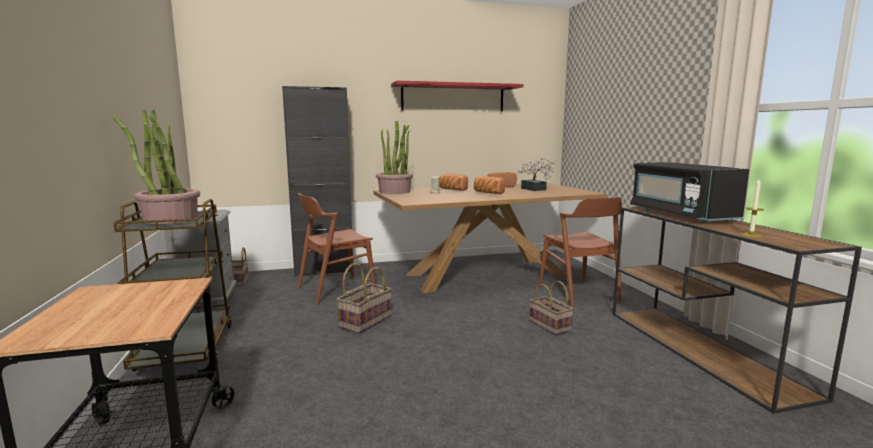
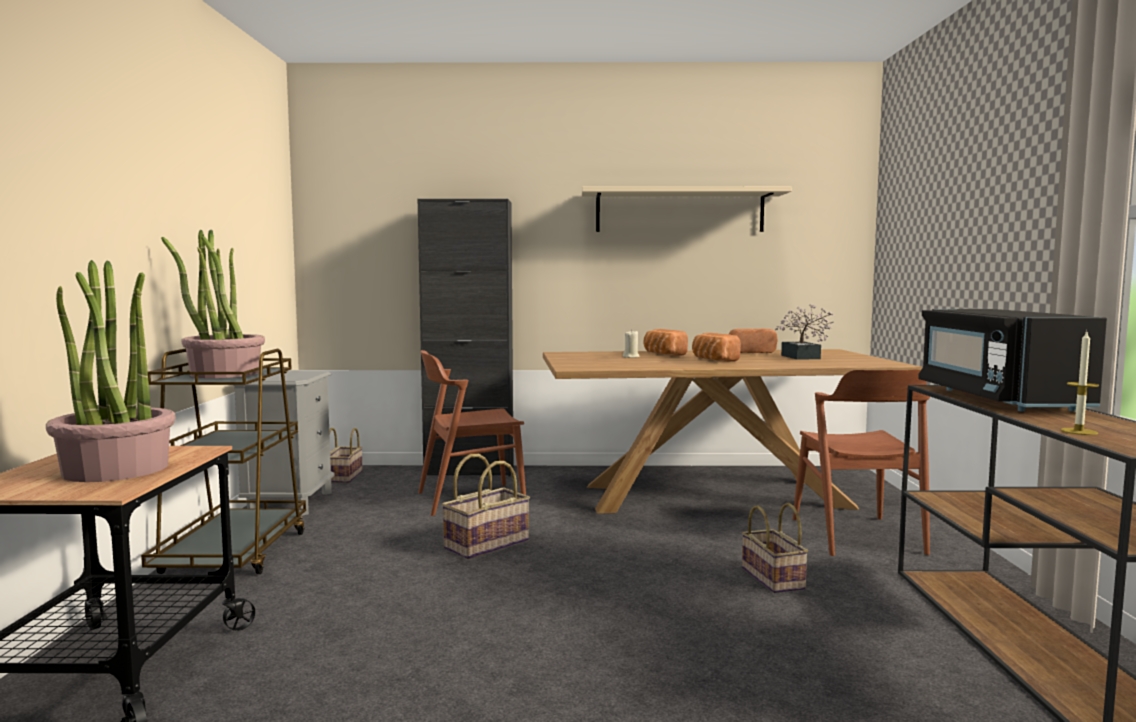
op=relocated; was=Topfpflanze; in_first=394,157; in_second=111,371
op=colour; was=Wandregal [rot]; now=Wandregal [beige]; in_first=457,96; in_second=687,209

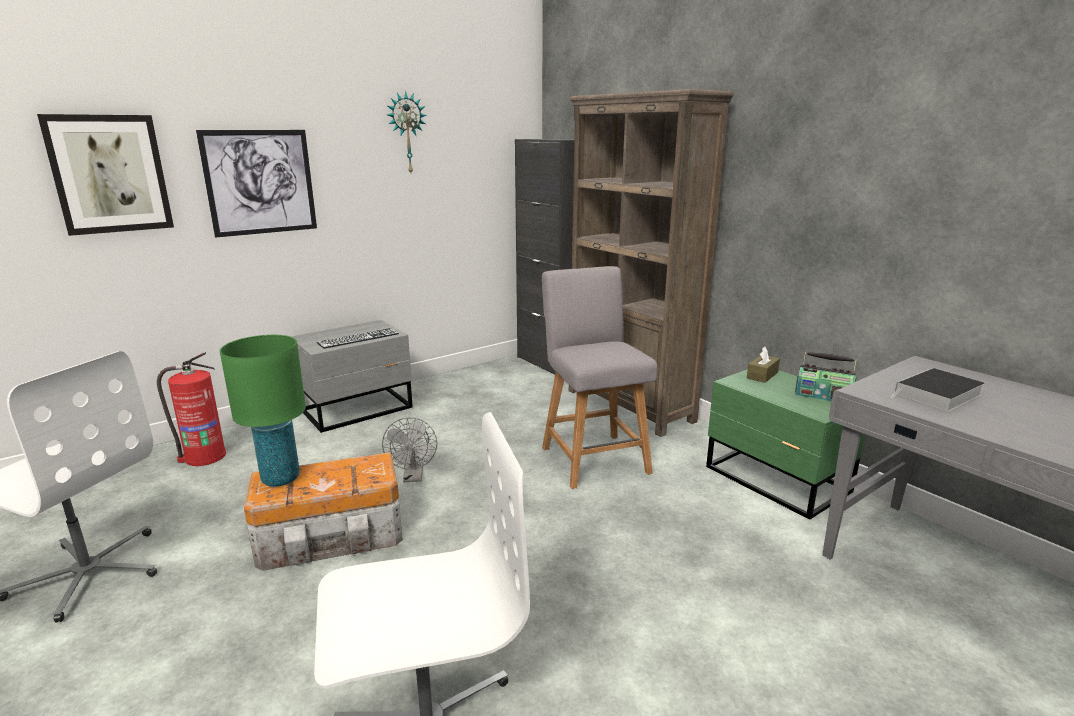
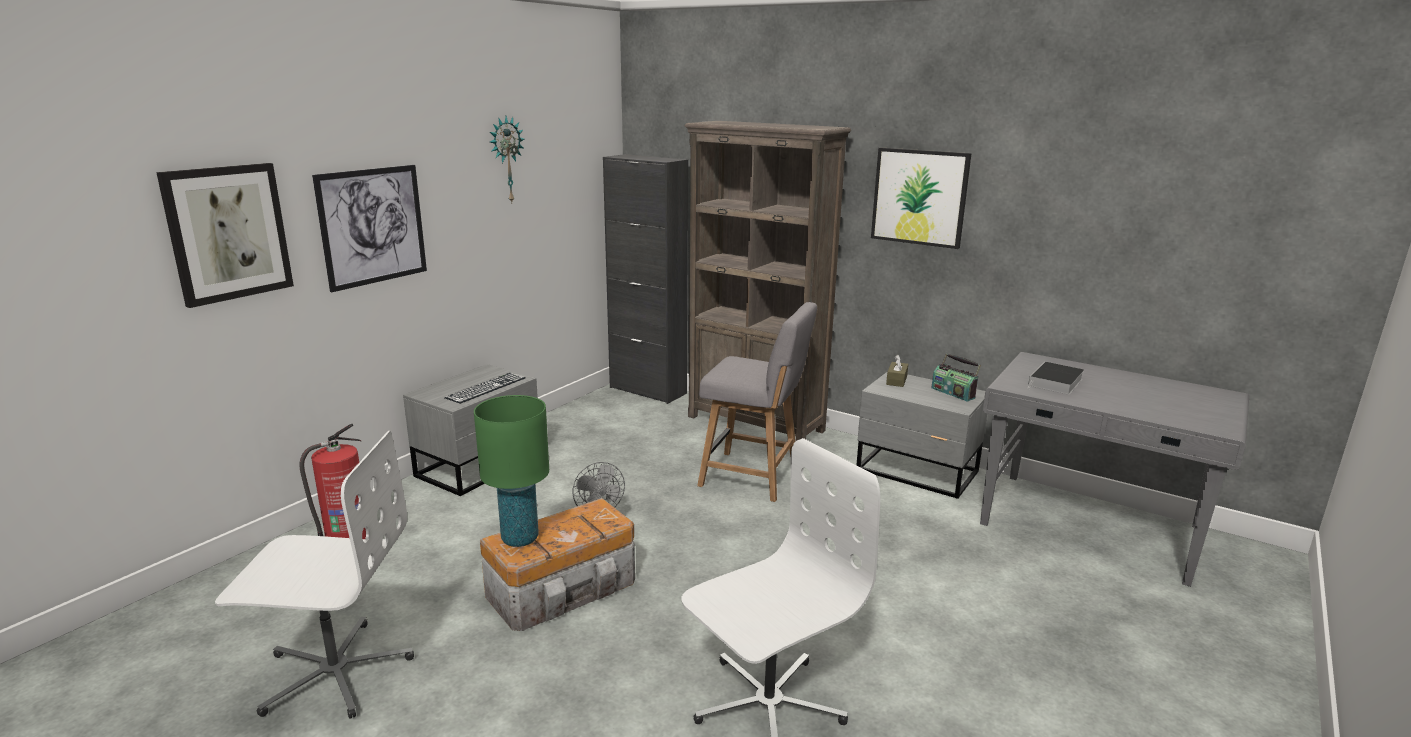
op=spun; was=Stuhl [grau]; in_first=600,377; in_second=757,402; clockwise=150
op=colour; was=Nachttisch [grün]; now=Nachttisch [grau]; in_first=785,444; in_second=921,435
op=appeared; now=Bild; in_second=921,198
op=spun; was=Radio; in_first=826,376; in_second=956,377; clockwise=45

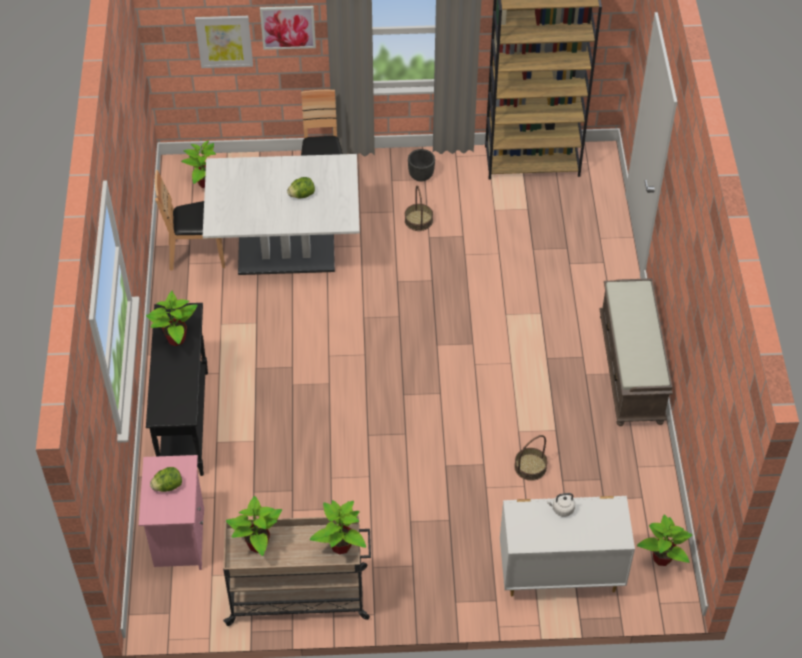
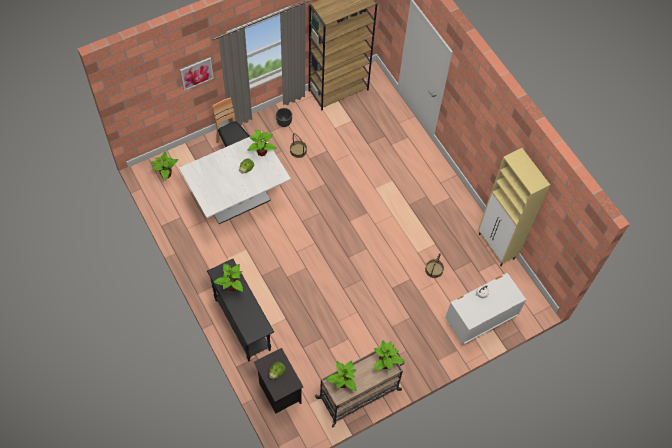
op=relocated; was=Topfpflanze; in_first=665,540; in_second=262,142
op=colour; was=Nachttisch [rosa]; now=Nachttisch [schwarz]; in_first=171,512; in_second=278,381
op=appeared; now=Schrank [beige]; in_second=514,207
op=missing; was=Stuhl [braun]; in_first=190,220
op=missing; was=Bild; in_first=224,42
op=missing; was=Bank [braun]; in_first=636,352

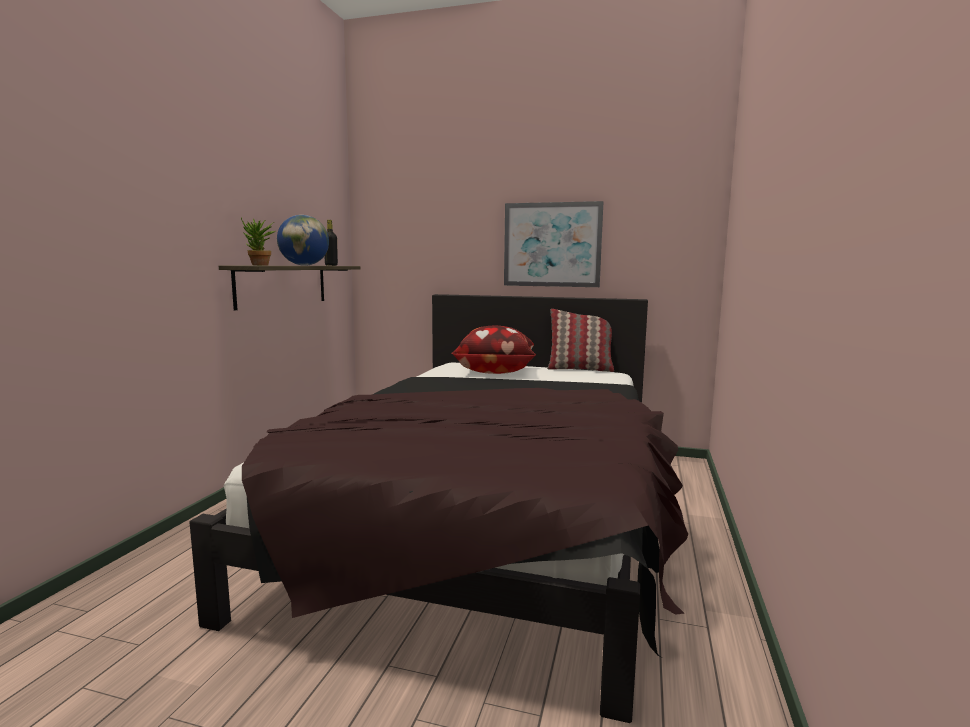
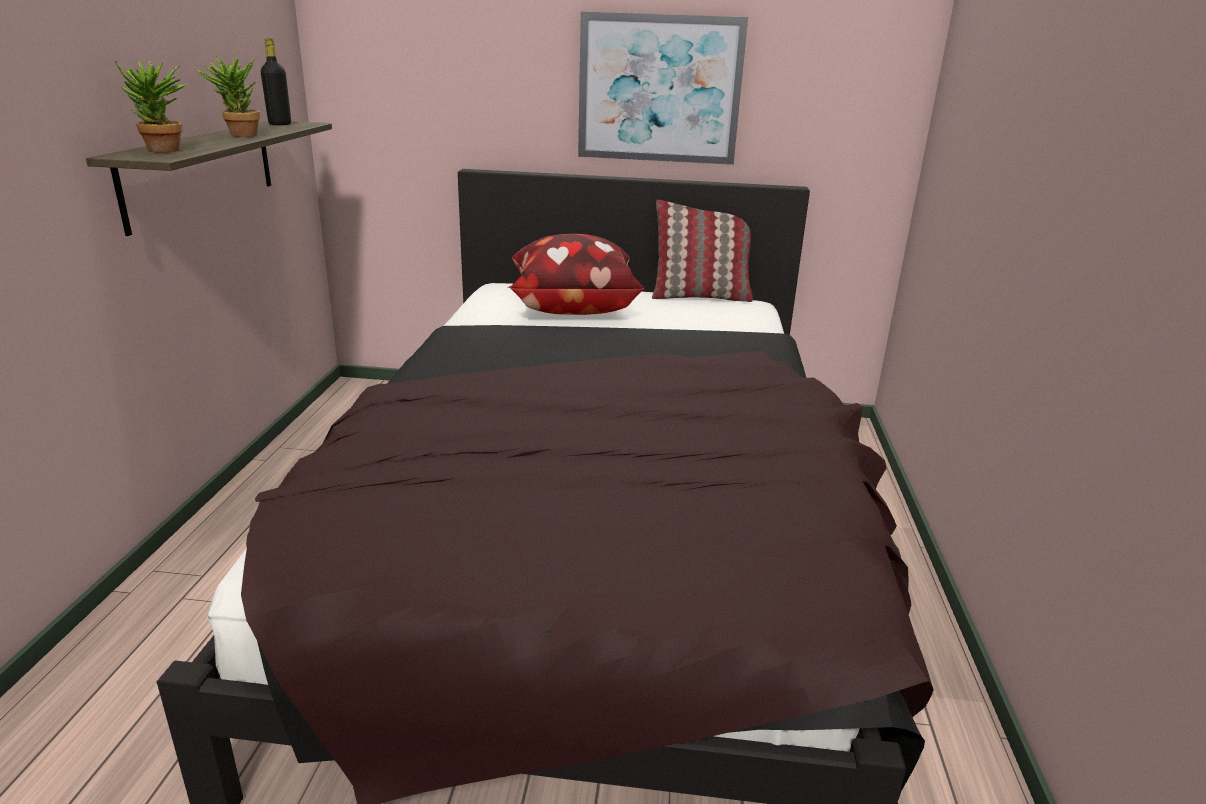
op=exchanged; was=Globus; now=Topfpflanze; in_first=303,240; in_second=227,96

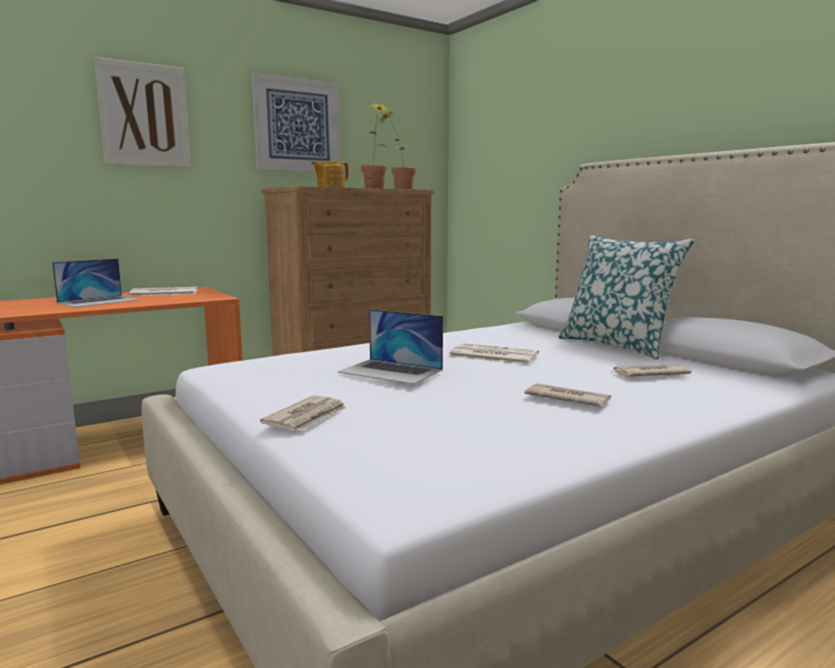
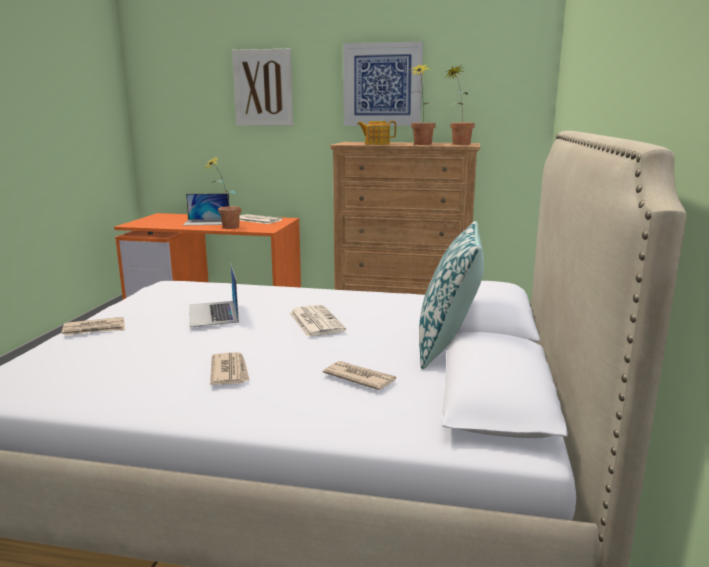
op=appeared; now=Topfpflanze; in_second=222,193

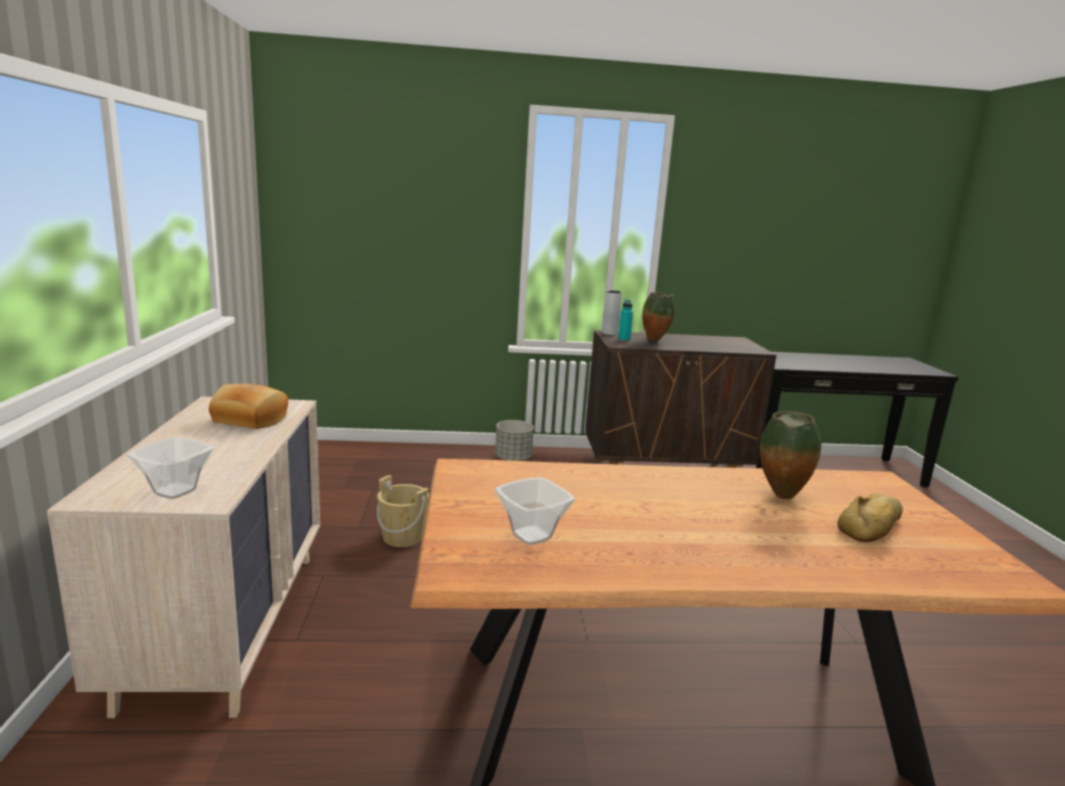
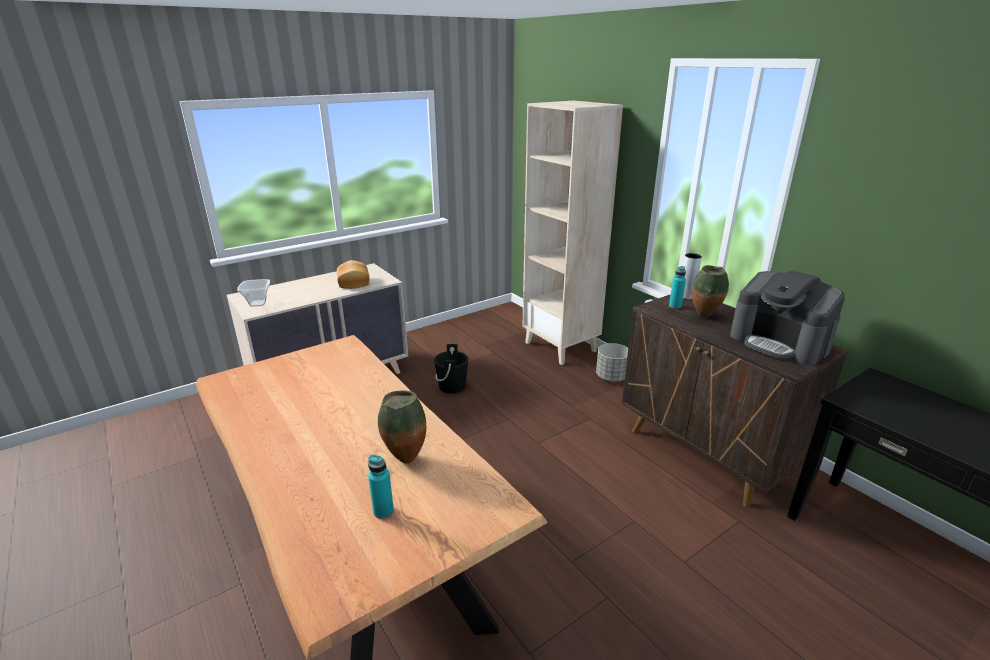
op=exchanged; was=Brot; now=Flasche [türkis]; in_first=870,517; in_second=381,487
op=colour; was=Eimer [beige]; now=Eimer [schwarz]; in_first=403,511; in_second=451,369
op=appeared; now=Bücherregal [beige]; in_second=572,233
op=appeared; now=Kaffeemaschine; in_second=787,317
op=missing; was=Schüssel; in_first=535,511

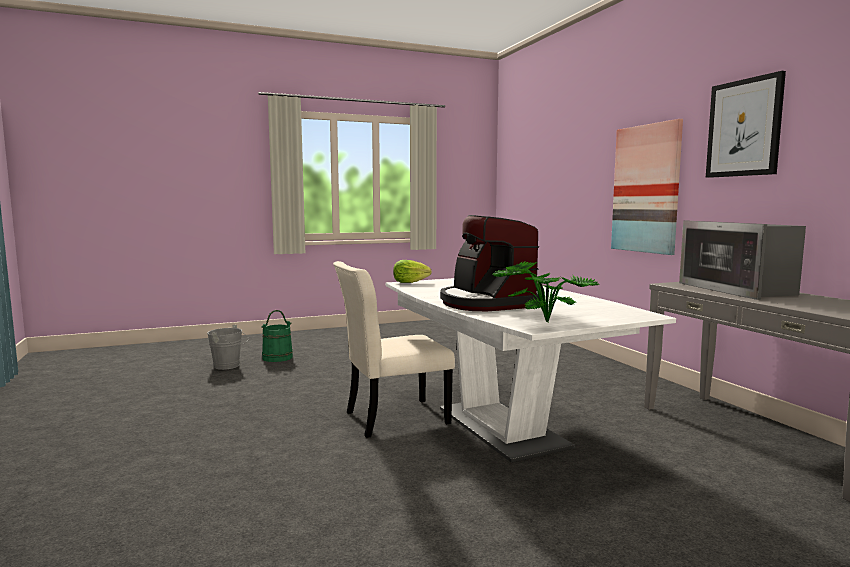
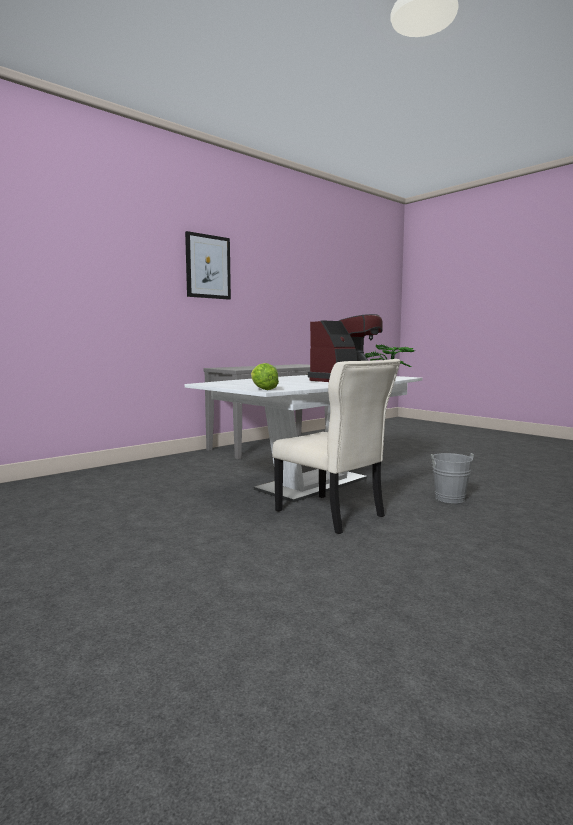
op=relocated; was=Eimer [grau]; in_first=228,347; in_second=451,478
op=missing; was=Eimer [grün]; in_first=277,336
op=missing; was=Bild; in_first=647,187
op=missing; was=Mikrowelle; in_first=742,260

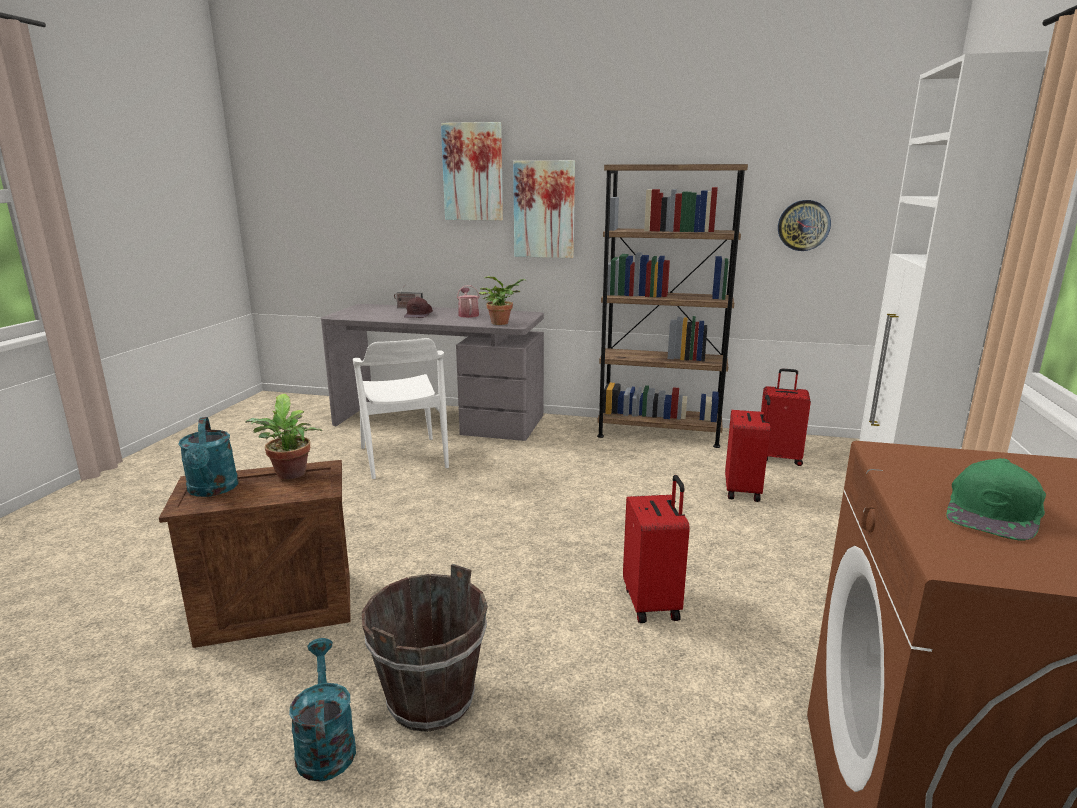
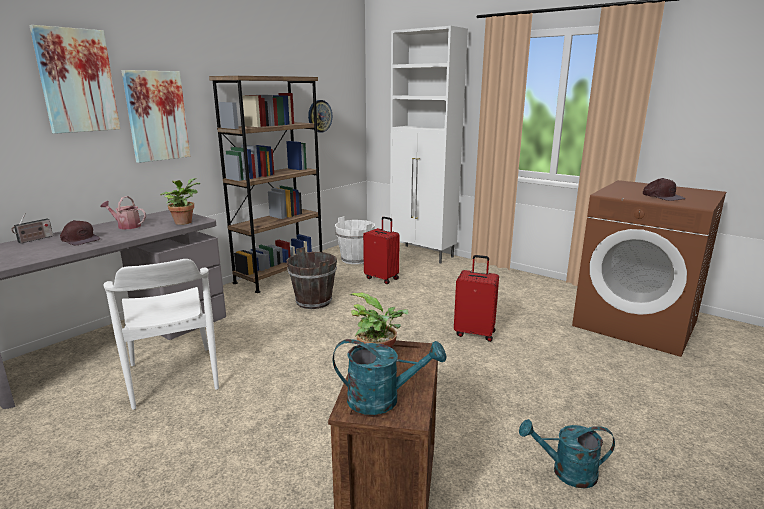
op=spun; was=Stuhl [weiß]; in_first=401,408; in_second=161,334; clockwise=60
op=relocated; was=Eimer [braun]; in_first=425,648; in_second=311,278
op=exchanged; was=Koffer [rot]; now=Eimer [weiß]; in_first=786,417; in_second=355,240
op=colour; was=Kappe [grün]; now=Kappe [braun]; in_first=996,499; in_second=664,189

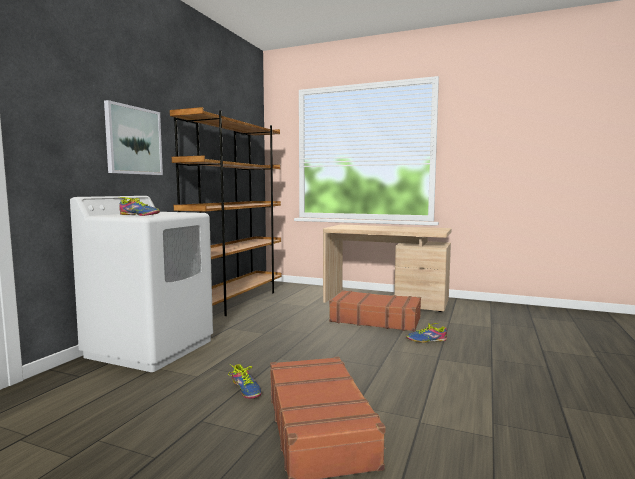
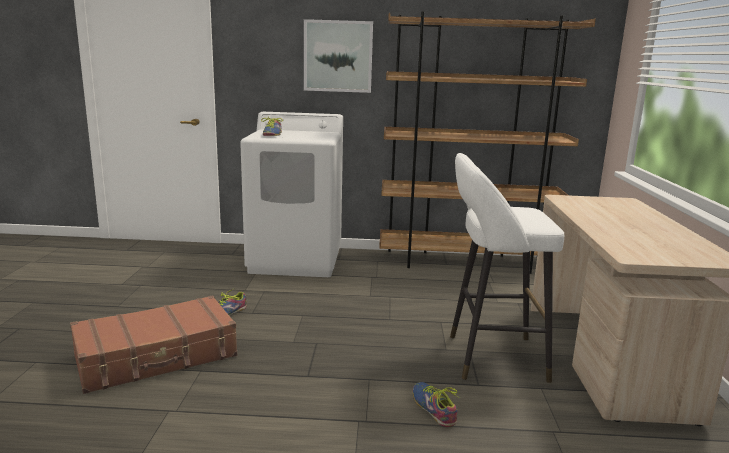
op=exchanged; was=Koffer [braun]; now=Hocker [weiß]; in_first=375,310; in_second=507,268

